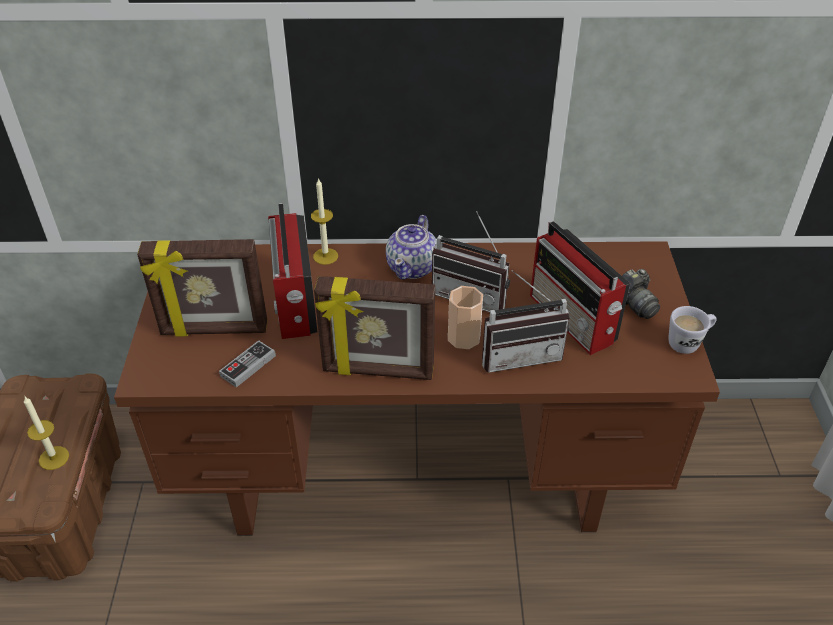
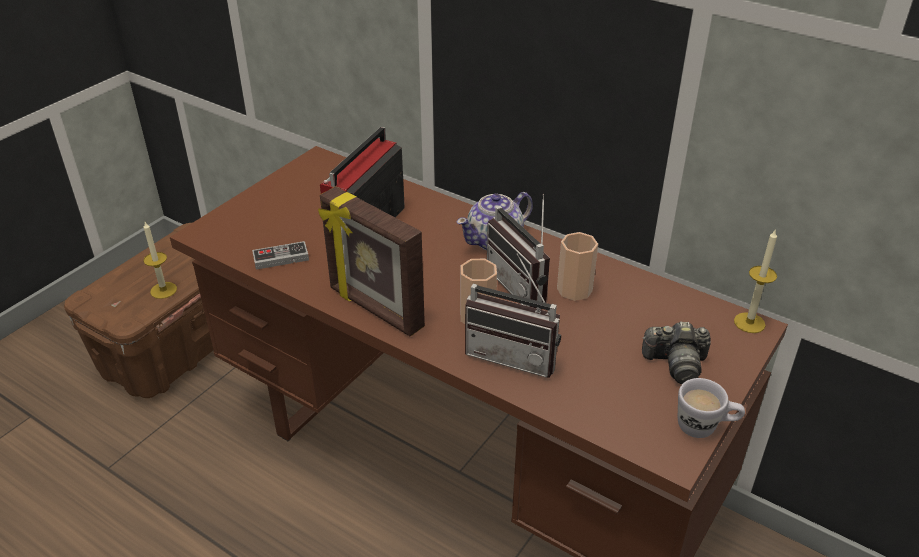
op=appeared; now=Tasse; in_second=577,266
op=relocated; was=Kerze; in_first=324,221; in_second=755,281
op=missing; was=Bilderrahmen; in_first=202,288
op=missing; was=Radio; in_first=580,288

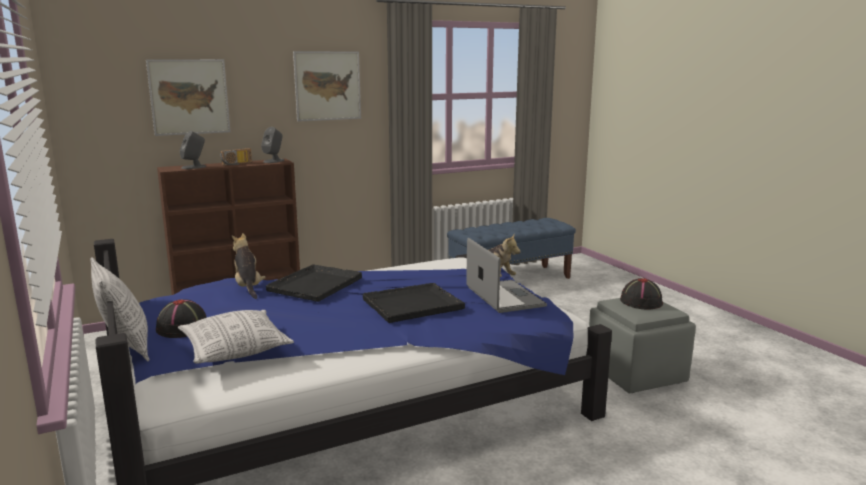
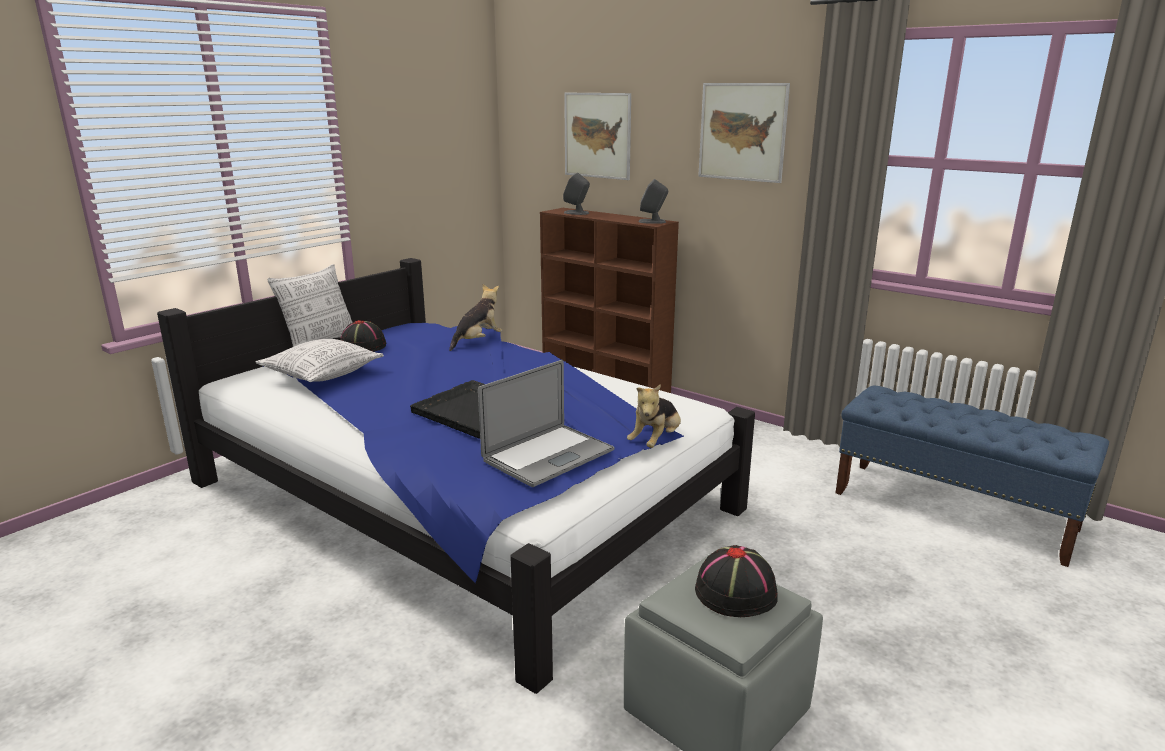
op=missing; was=Radio; in_first=236,156
op=missing; was=Tablett [schwarz]; in_first=314,283

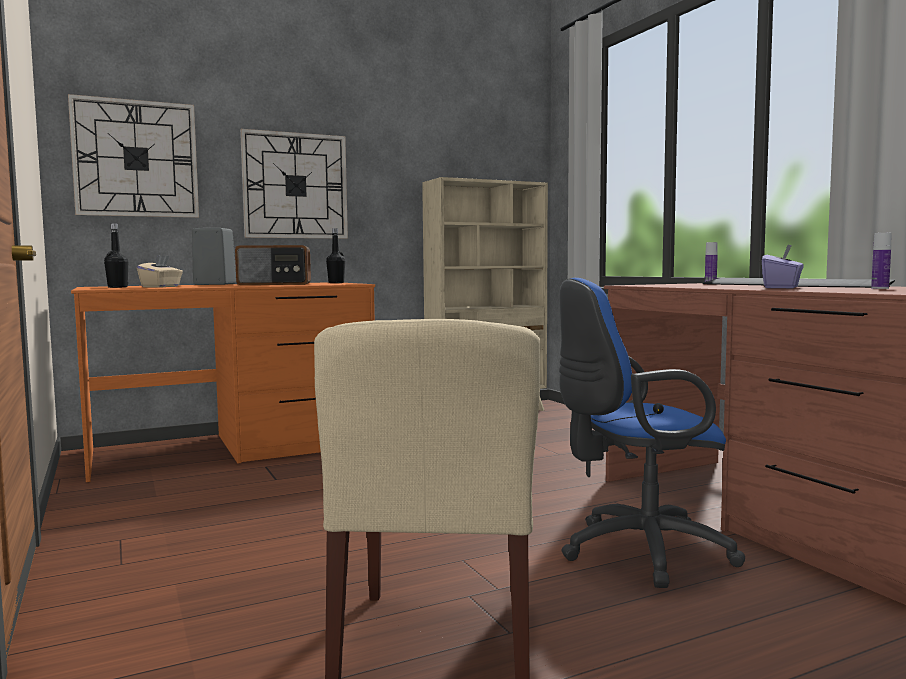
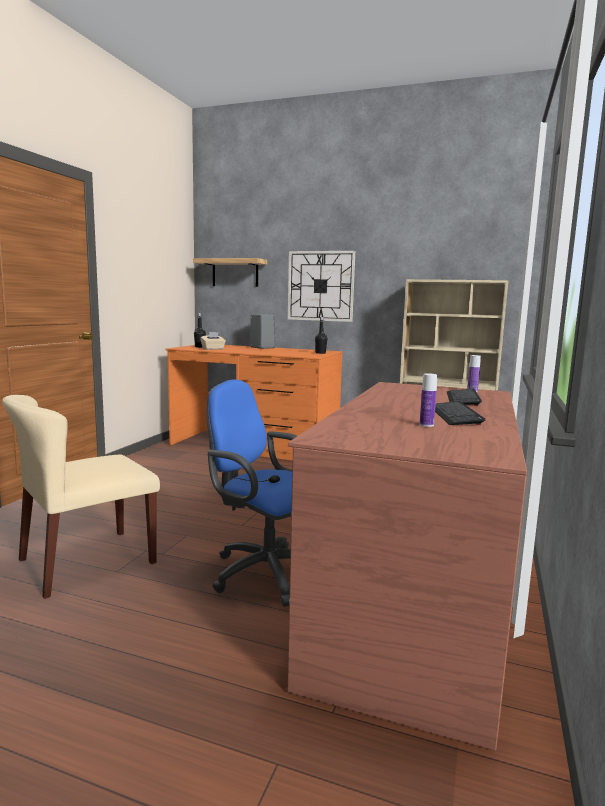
op=exchanged; was=Wanduhr; now=Wandregal; in_first=133,156; in_second=230,272
op=missing; was=Radio; in_first=273,265
op=missing; was=Taschentuchbox [lila]; in_first=783,266

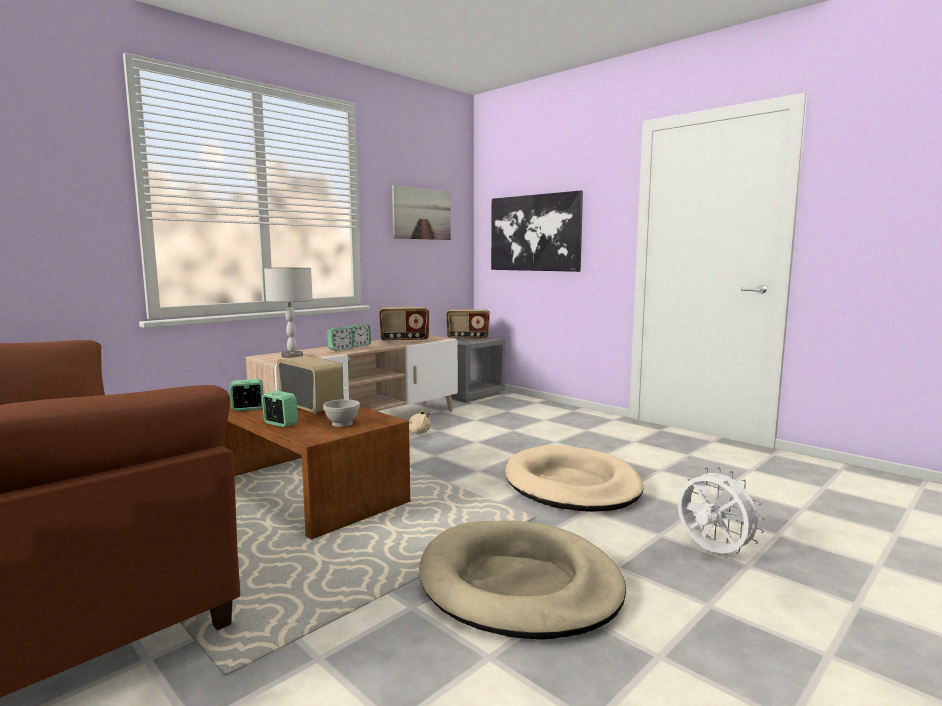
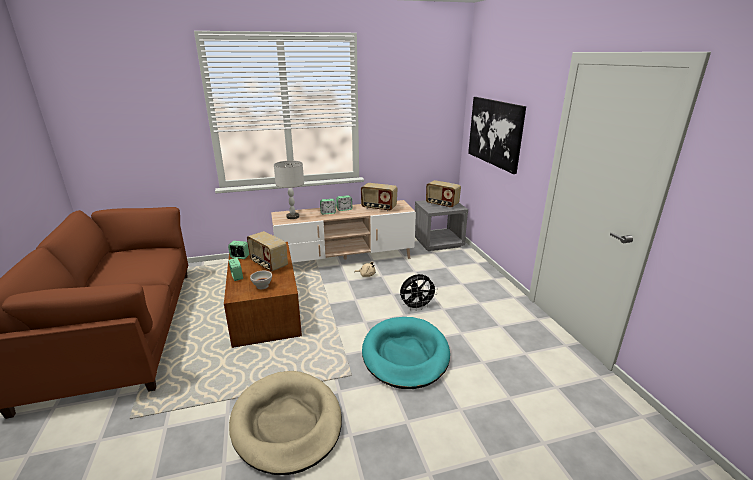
op=spun; was=Radio; in_first=310,385; in_second=267,251; clockwise=150
op=colour; was=Hundebett [beige]; now=Hundebett [türkis]; in_first=574,478; in_second=406,353
op=appeared; now=Ventilator [schwarz]; in_second=419,292
op=missing; was=Bild; in_first=421,212
op=missing; was=Ventilator [weiß]; in_first=721,510

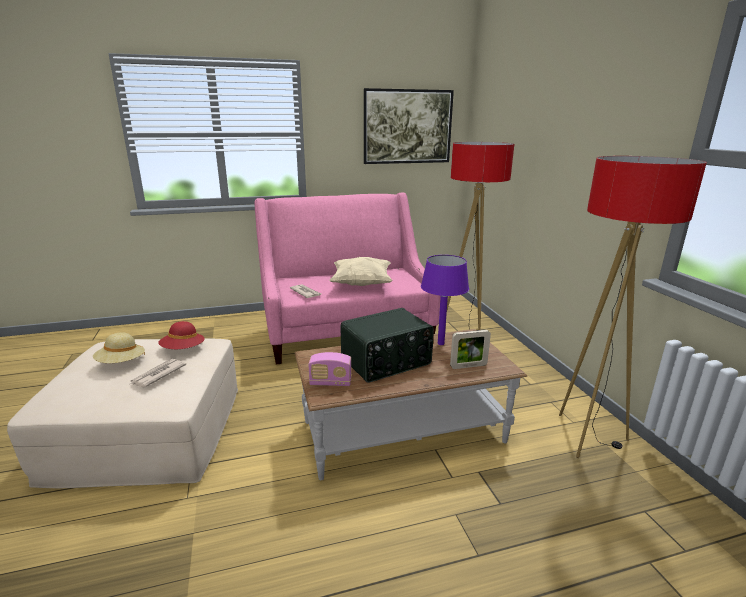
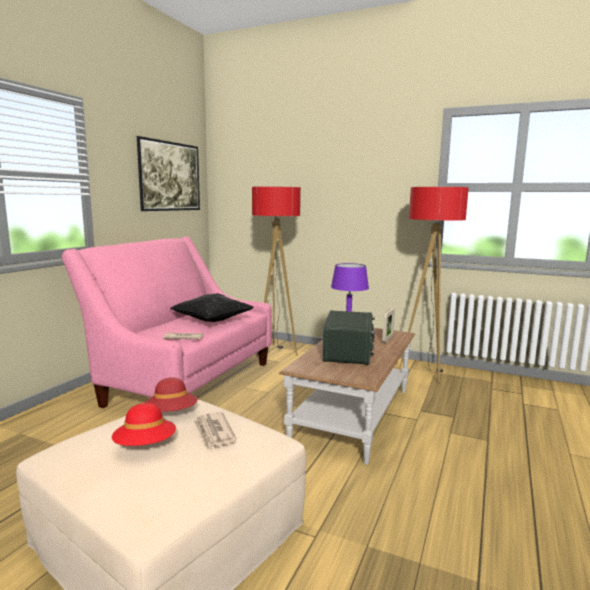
op=colour; was=Hut [beige]; now=Hut [rot]; in_first=119,347; in_second=144,424
op=colour; was=Kissen [beige]; now=Kissen [schwarz]; in_first=361,271; in_second=211,307
op=missing; was=Radio; in_first=330,369

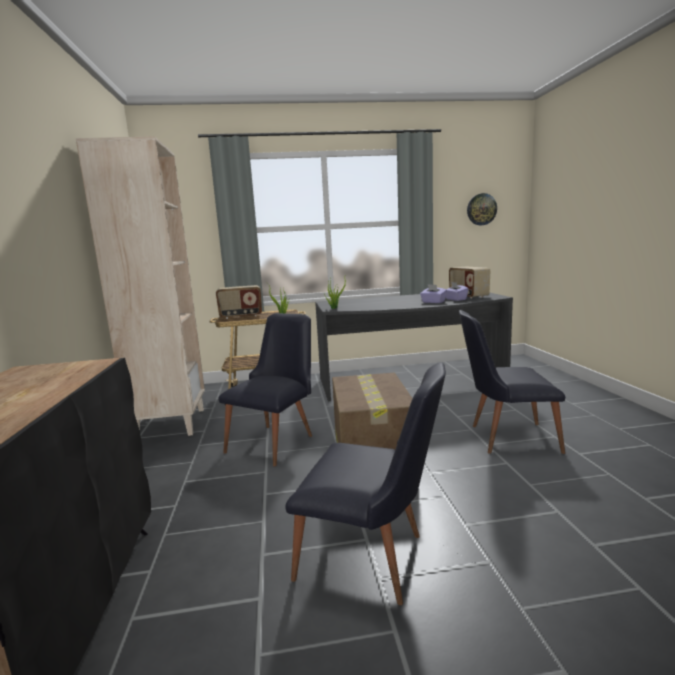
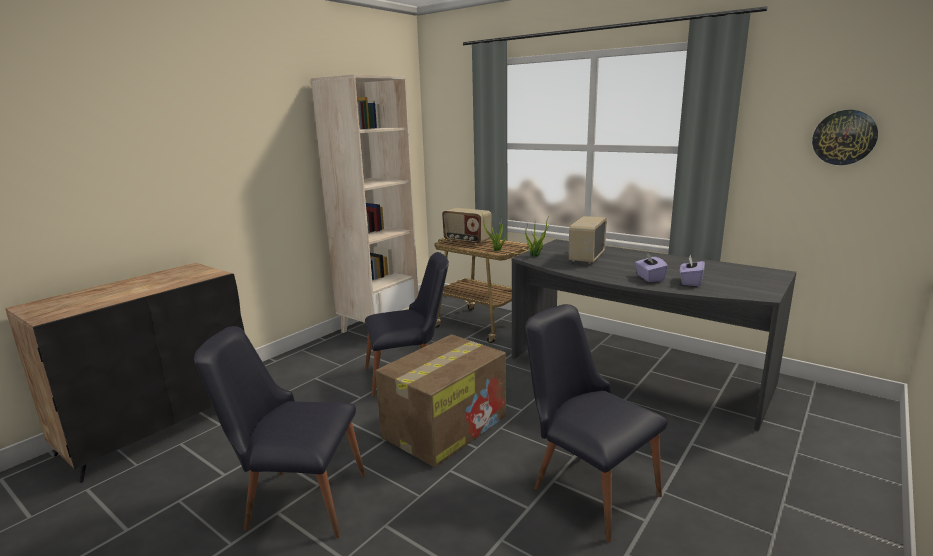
op=spun; was=Stuhl [schwarz]; in_first=365,483; in_second=279,432; clockwise=120
op=relocated; was=Radio; in_first=469,283; in_second=587,240

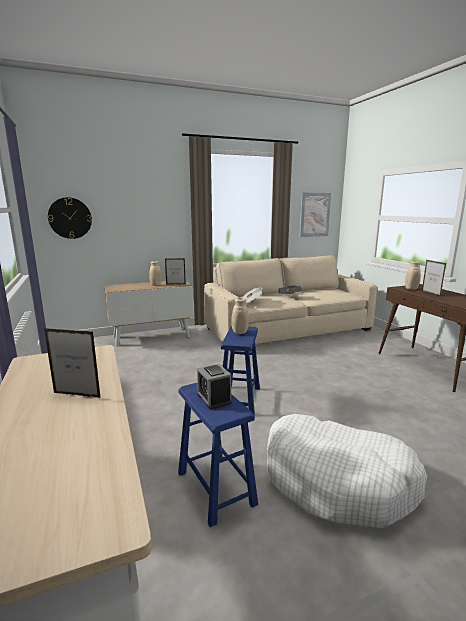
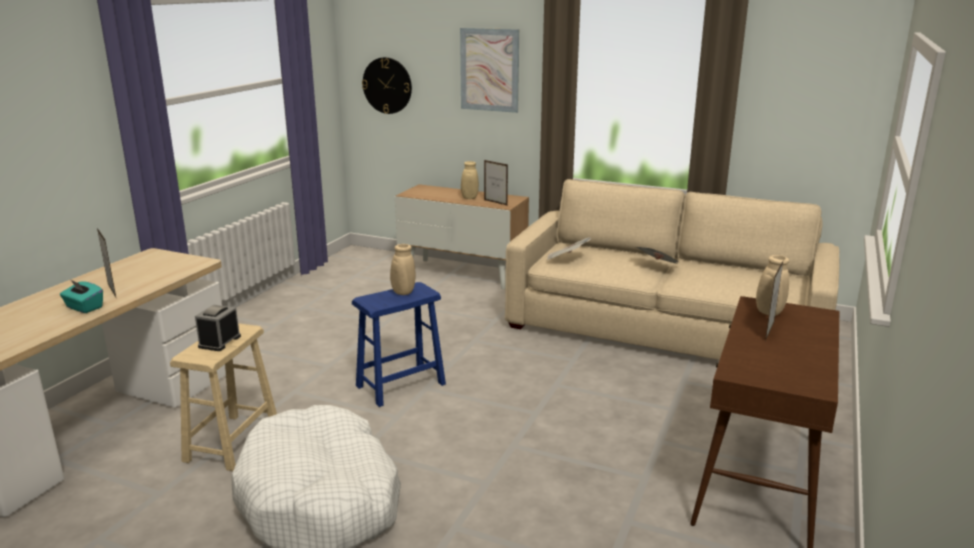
op=appeared; now=Taschentuchbox [türkis]; in_second=81,296
op=colour; was=Hocker [blau]; now=Hocker [beige]; in_first=218,455; in_second=223,397
op=relocated; was=Bild; in_first=315,215; in_second=489,70

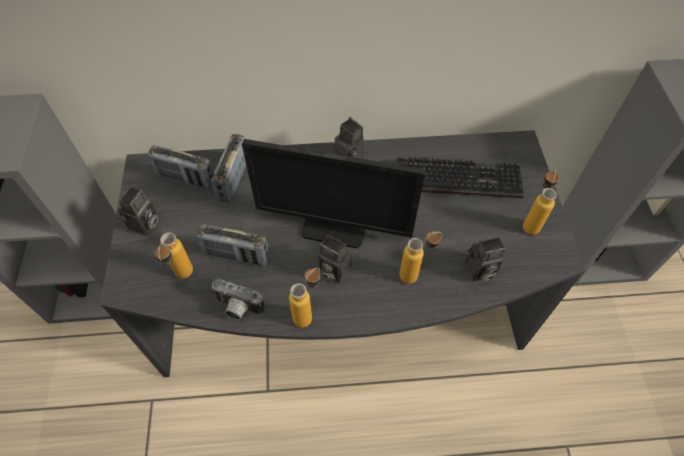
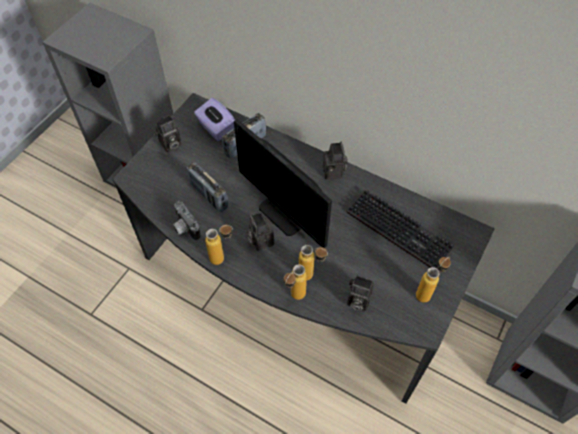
op=exchanged; was=Radio; now=Taschentuchbox [lila]; in_first=180,167; in_second=214,119
op=relocated; was=Flasche; in_first=174,255; in_second=295,282

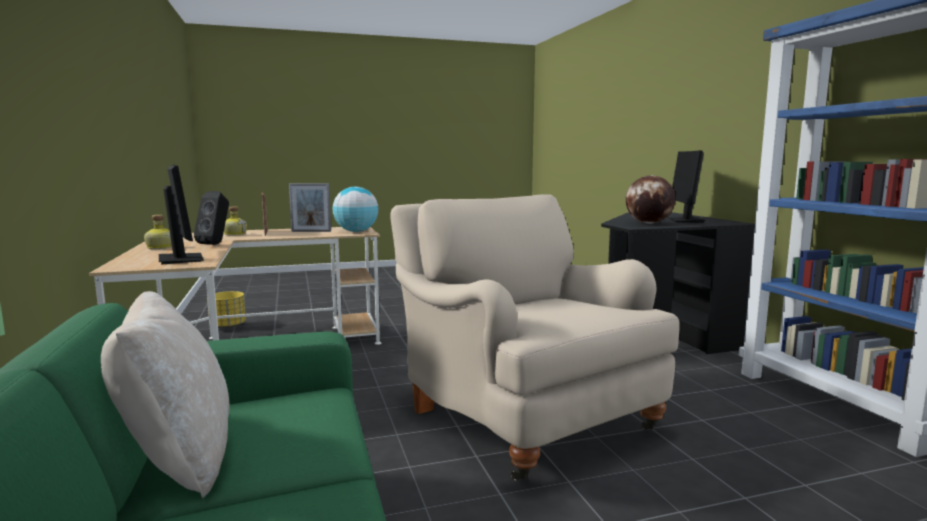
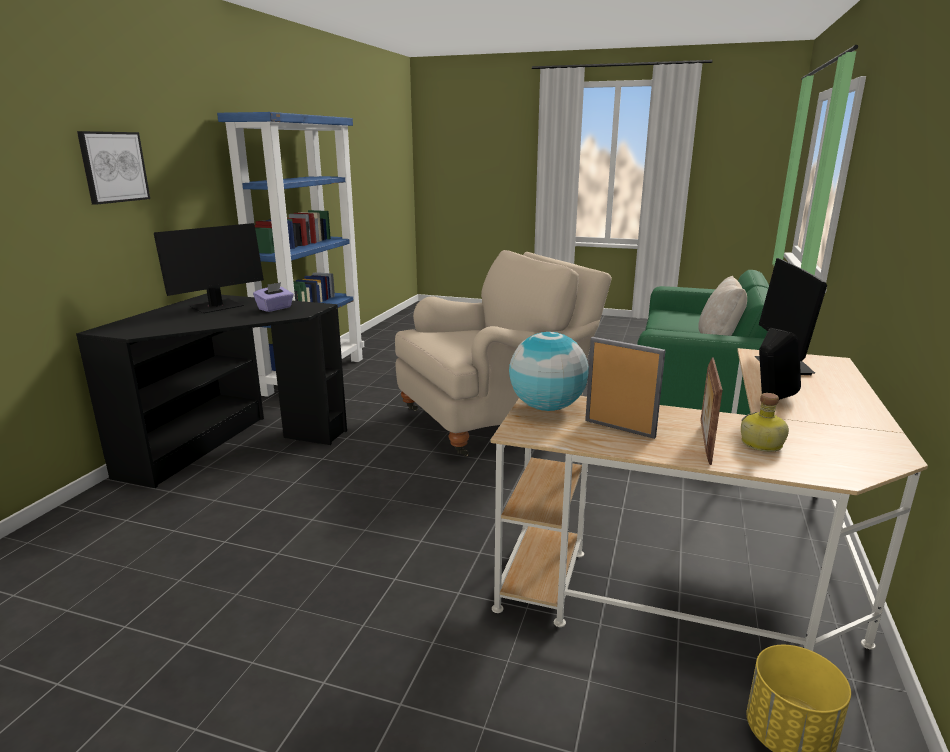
op=appeared; now=Bild; in_second=113,168
op=exchanged; was=Globus; now=Taschentuchbox [lila]; in_first=651,199; in_second=273,297
op=spun; was=Sessel [beige]; in_first=535,337; in_second=503,353; clockwise=-120
op=missing; was=Flasche; in_first=158,232

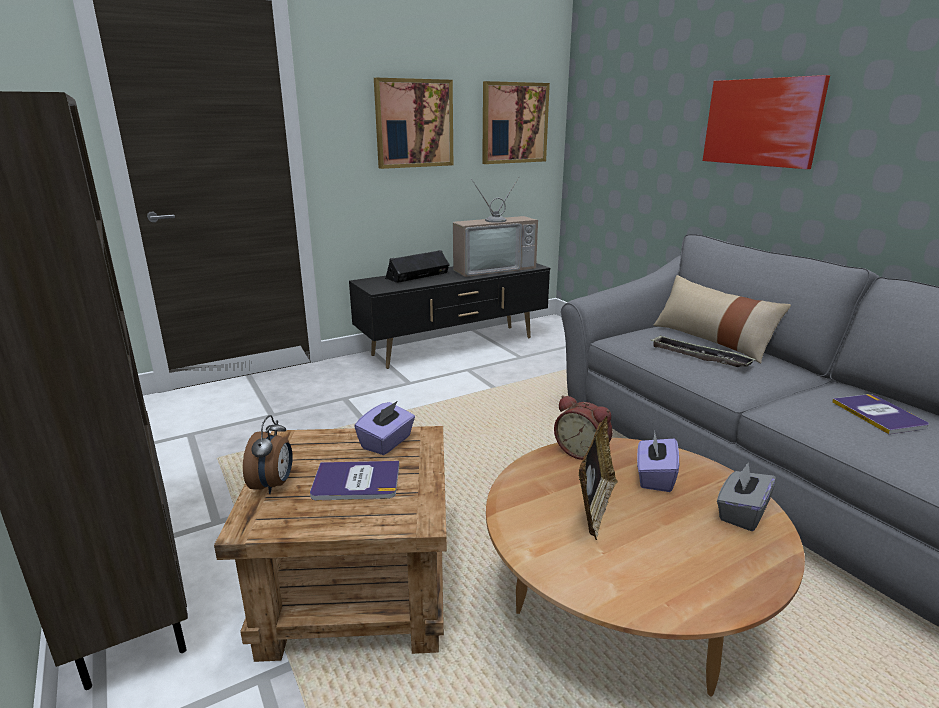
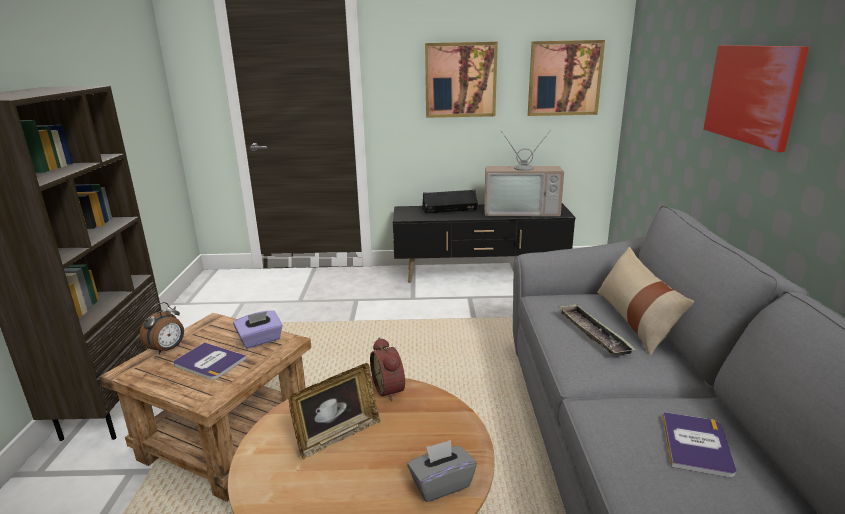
op=missing; was=Taschentuchbox [lila]; in_first=658,462

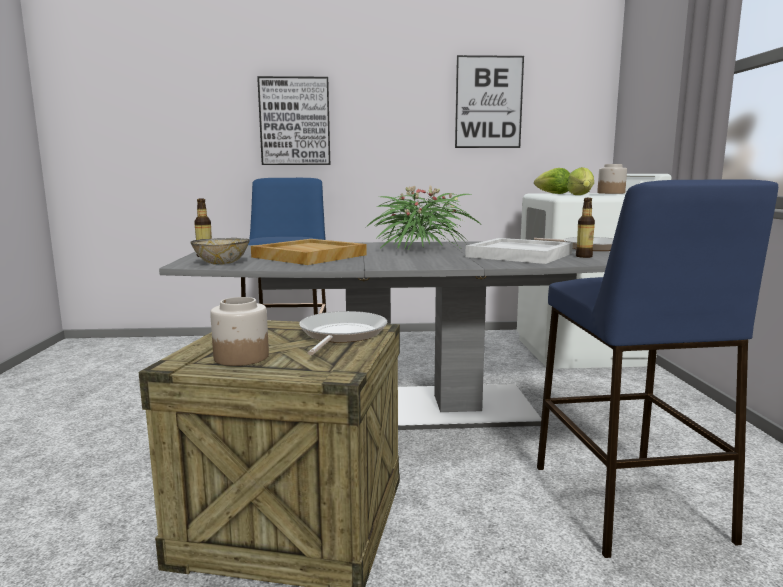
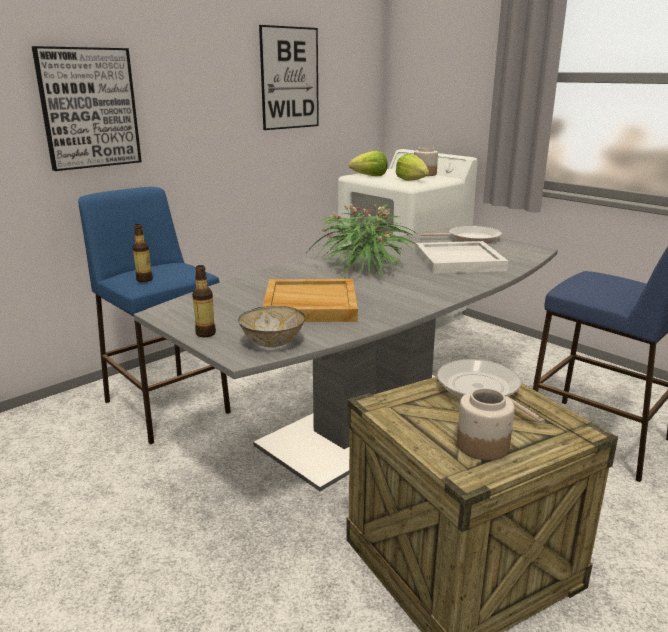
op=relocated; was=Flasche; in_first=585,228; in_second=142,253

